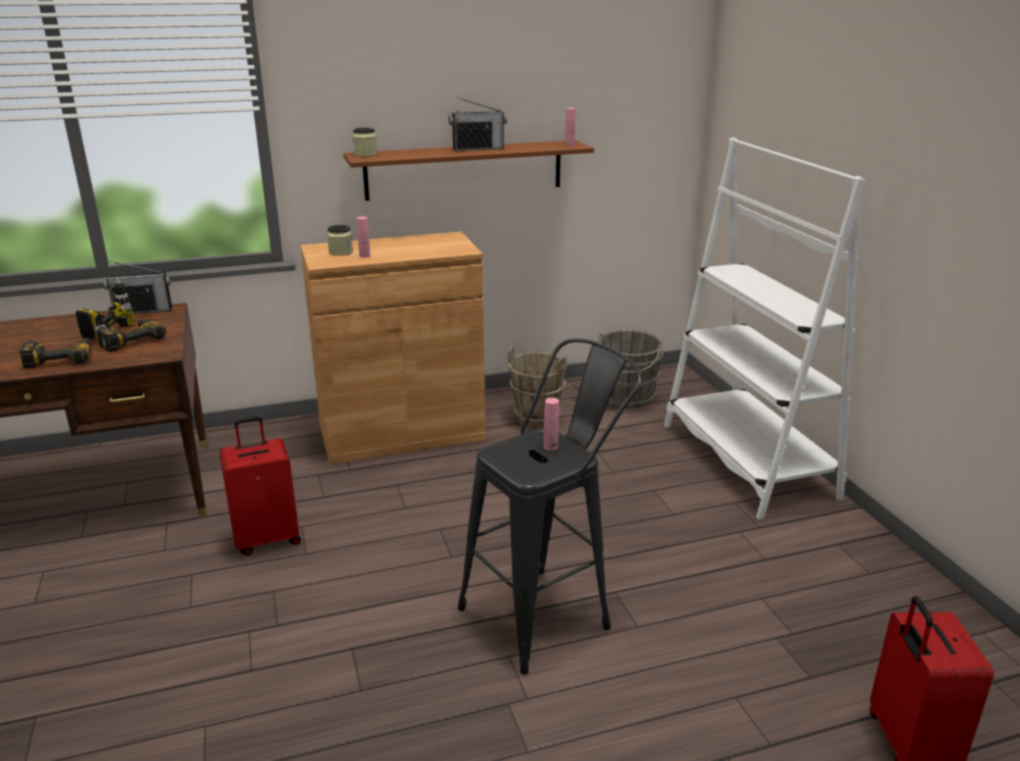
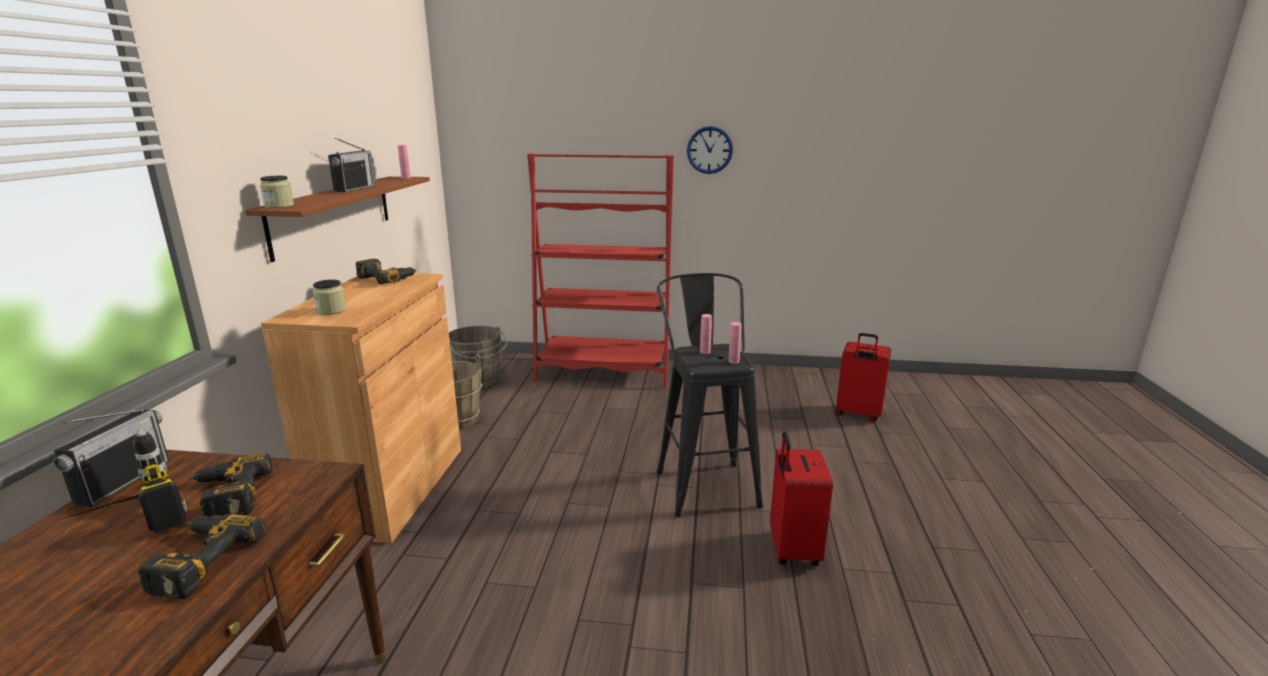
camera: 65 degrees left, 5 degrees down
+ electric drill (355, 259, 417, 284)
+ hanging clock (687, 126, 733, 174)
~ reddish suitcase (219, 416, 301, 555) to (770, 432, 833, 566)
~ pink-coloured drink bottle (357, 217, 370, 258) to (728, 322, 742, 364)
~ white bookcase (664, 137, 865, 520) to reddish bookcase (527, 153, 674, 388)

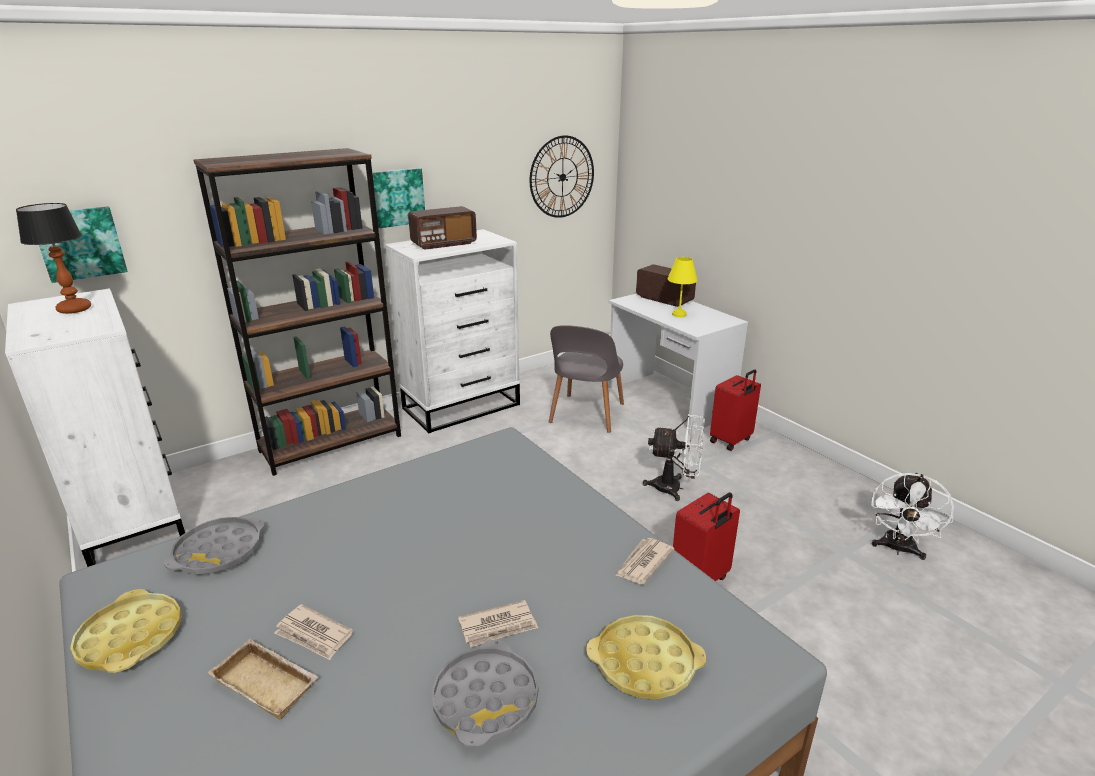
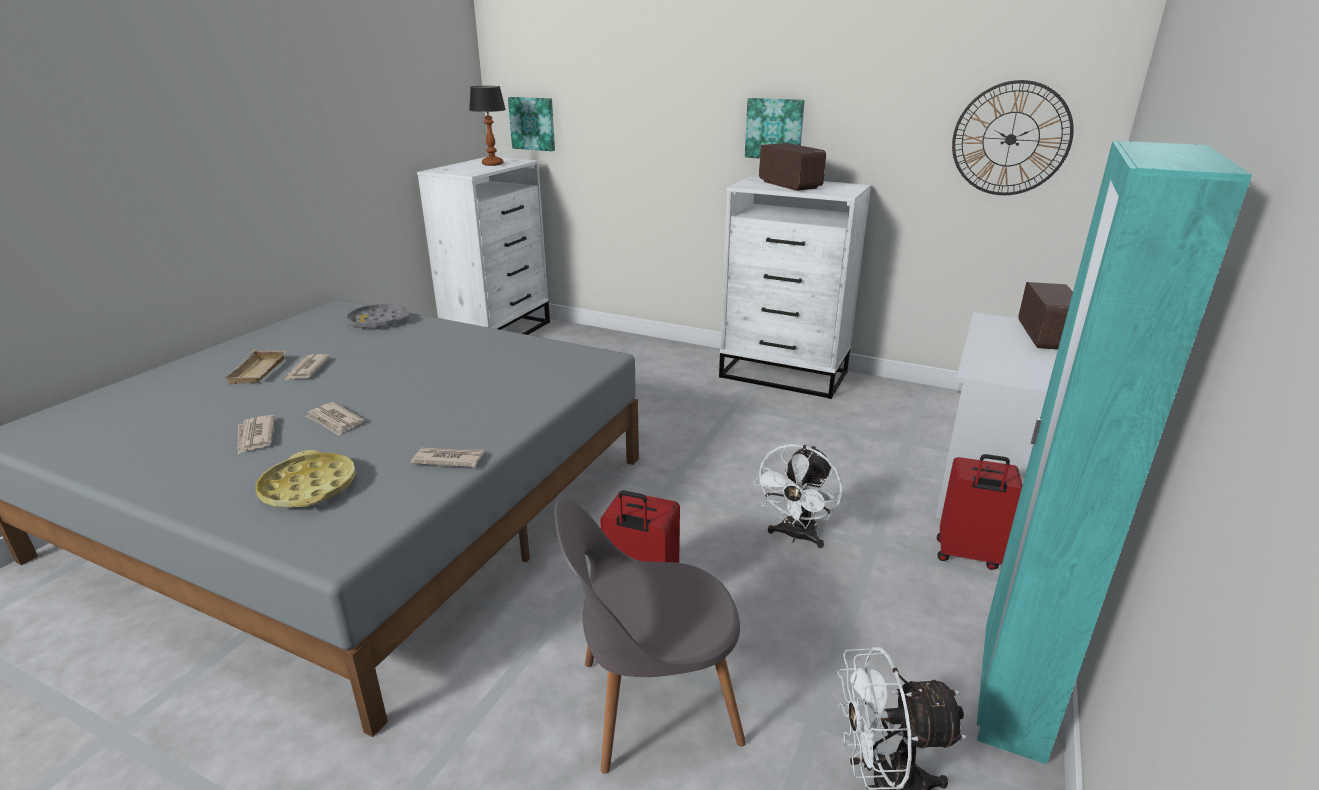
camera: 60 degrees right, 0 degrees up
- yellow-coloured carrying tray (70, 589, 181, 673)
- brownish bookcase (193, 148, 401, 476)
- yellow-coloured lamp for a table (667, 257, 698, 317)
+ turquoise armoire (977, 141, 1252, 765)
~ greyish plain chair (549, 325, 624, 433) to (554, 498, 746, 774)
~ greyish carrying tray (432, 640, 538, 748) to newspaper (238, 415, 275, 454)
~ radio (408, 206, 477, 250) = (759, 143, 826, 191) 150 degrees counterclockwise
~ white electric fan (643, 414, 704, 501) = (753, 444, 842, 548) 45 degrees clockwise

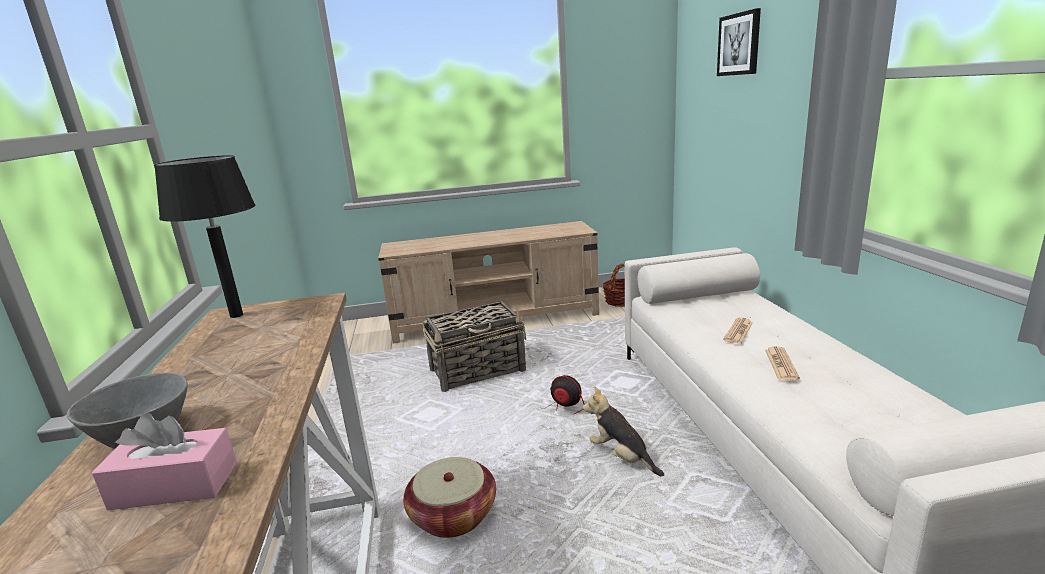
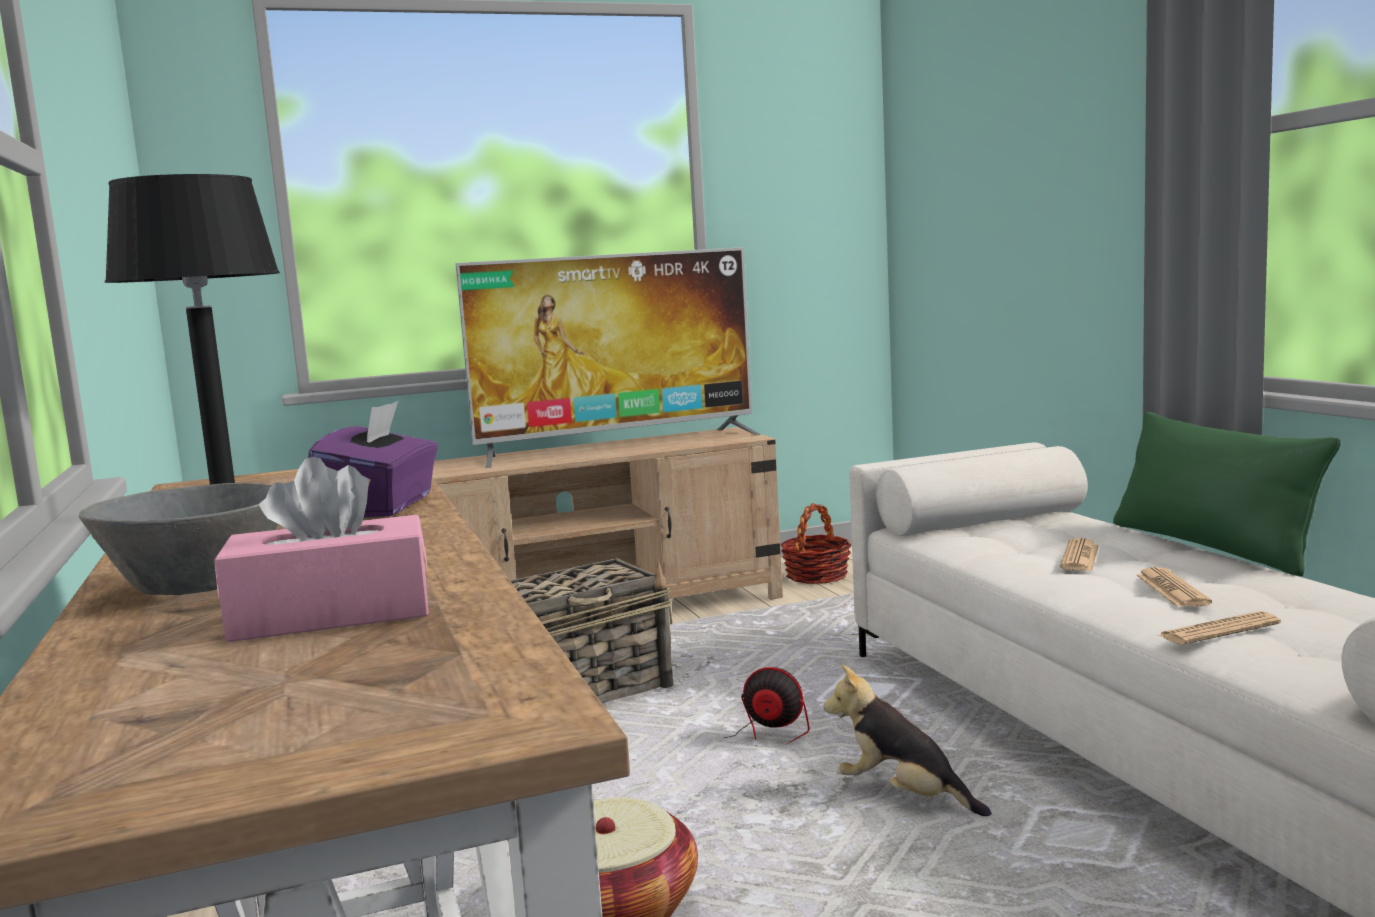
camera: 10 degrees left, 10 degrees down
- wall picture (717, 8, 761, 76)
+ purple tissue box (308, 401, 438, 517)
+ TV (455, 247, 761, 468)
+ green-coloured pillow (1113, 412, 1341, 576)
+ newspaper (1159, 611, 1281, 645)

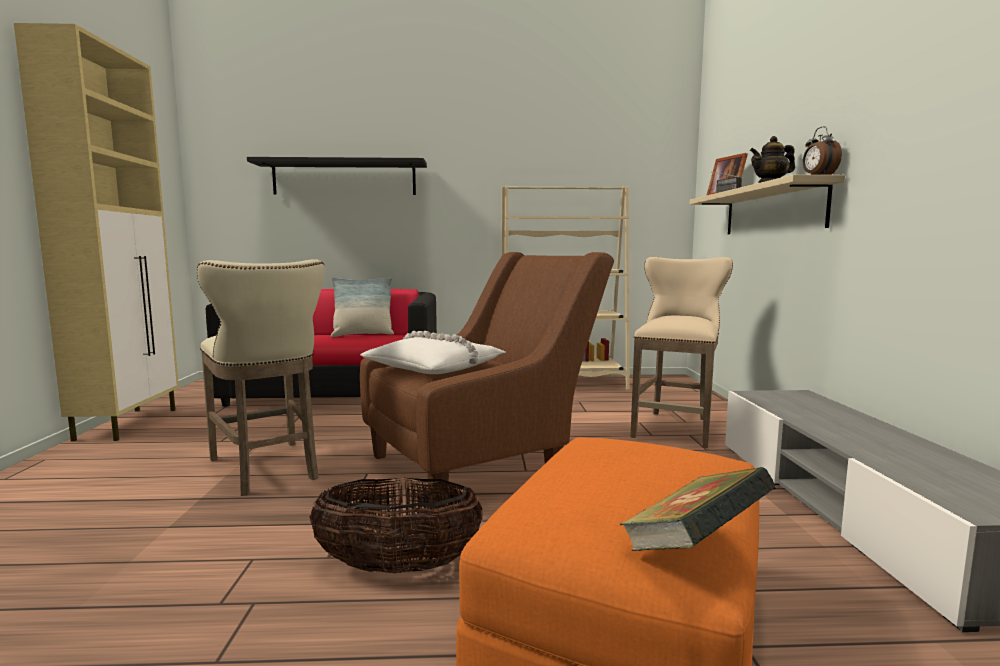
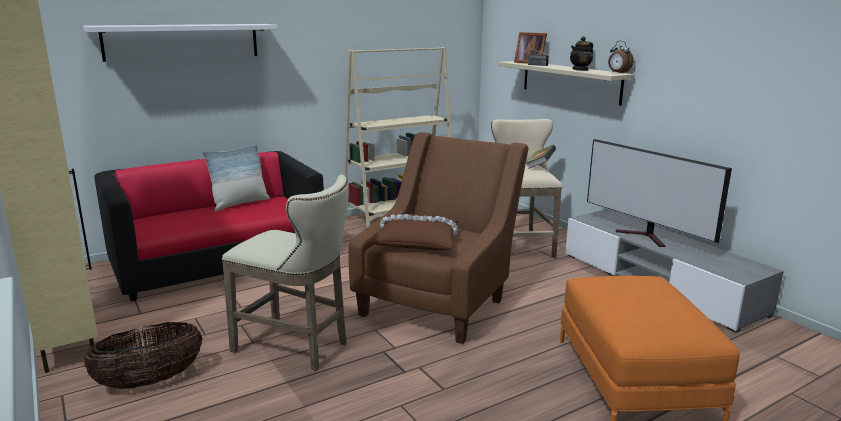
camera: 30 degrees left, 10 degrees up
+ TV (587, 139, 732, 247)
~ storage basket (309, 478, 483, 573) to (84, 322, 203, 389)
~ volume (619, 467, 776, 551) to (526, 145, 556, 169)
~ black-coloured wall shelf (247, 157, 427, 195) to white wall shelf (83, 24, 277, 62)
~ white pillow (360, 331, 506, 374) to brownish pillow (368, 214, 460, 250)

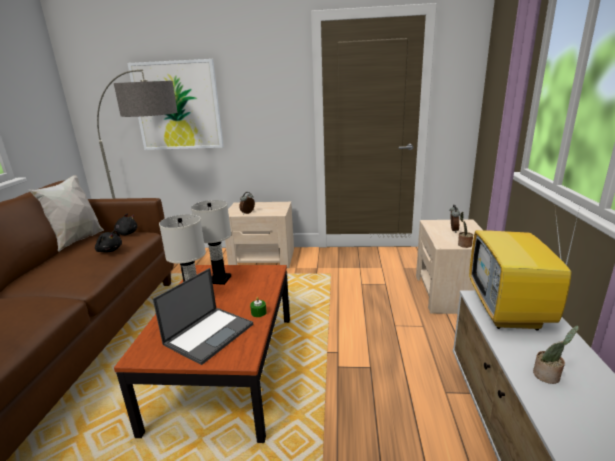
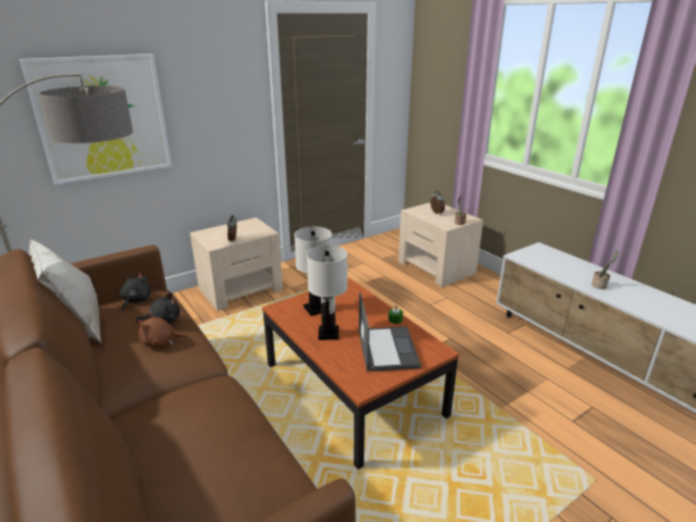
camera: 40 degrees left, 5 degrees up
- TV (469, 207, 580, 331)
+ brownish plush toy (138, 312, 188, 348)

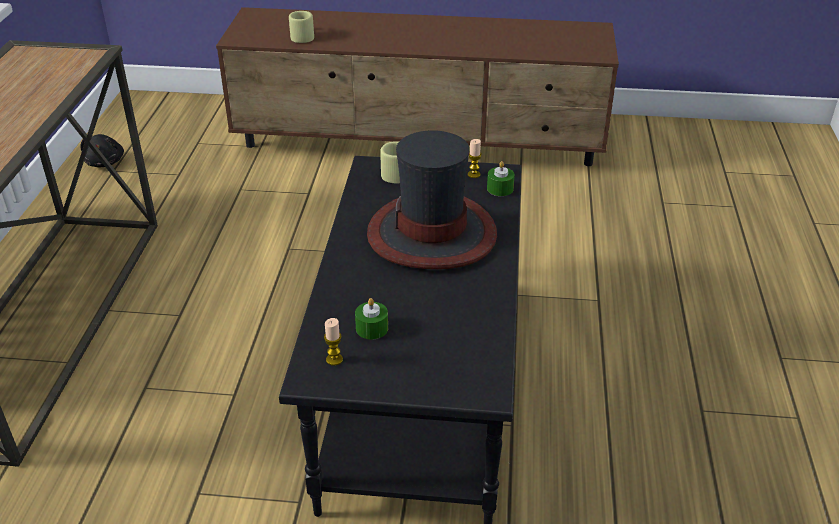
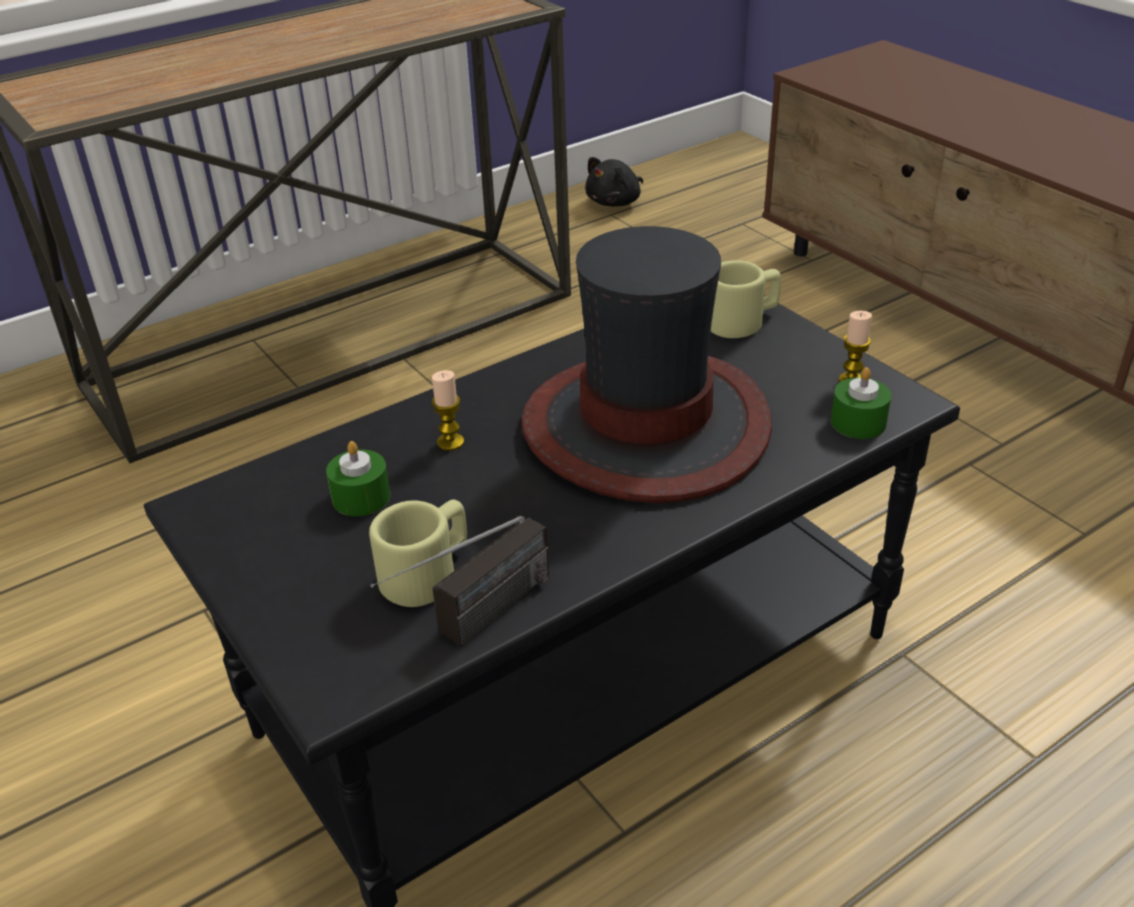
camera: 50 degrees right, 0 degrees up
+ radio (370, 516, 549, 646)
~ sand-coloured tea mug (289, 11, 314, 43) to (369, 500, 467, 607)
~ wax candle (324, 318, 343, 366) to (432, 370, 464, 451)

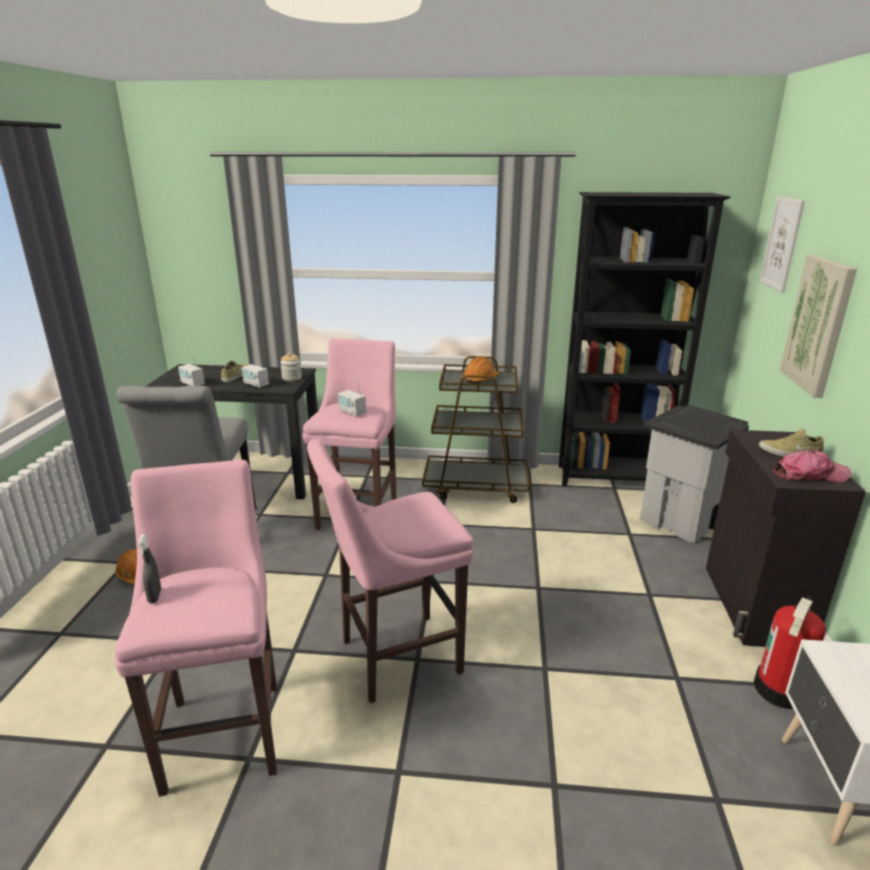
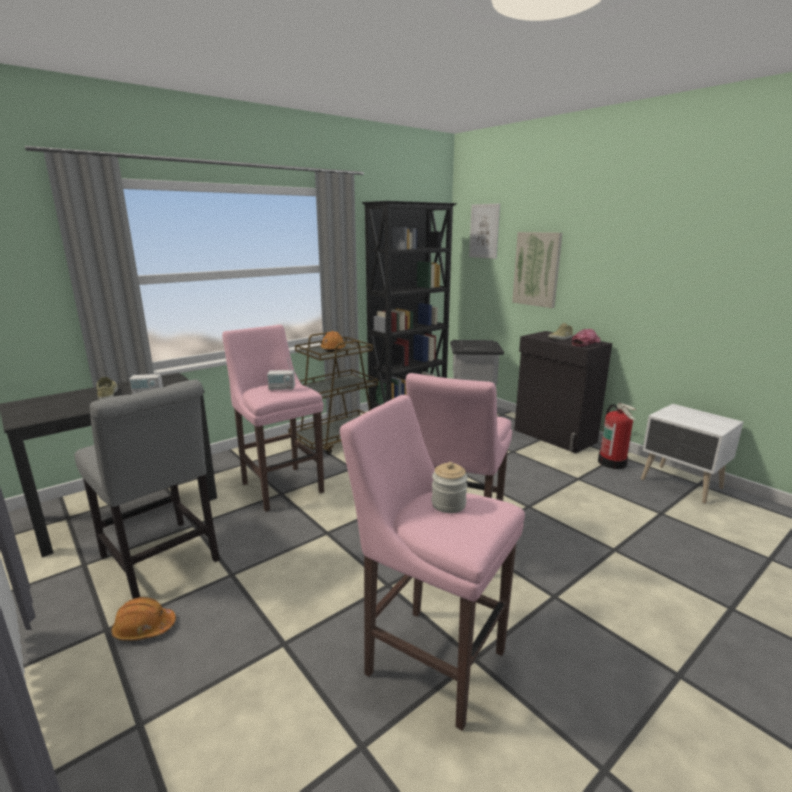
camera: 45 degrees left, 5 degrees down
- greyish sprayer (138, 534, 161, 604)
- radio (178, 355, 205, 386)
~ preserve jar (280, 353, 302, 381) to (432, 462, 468, 513)

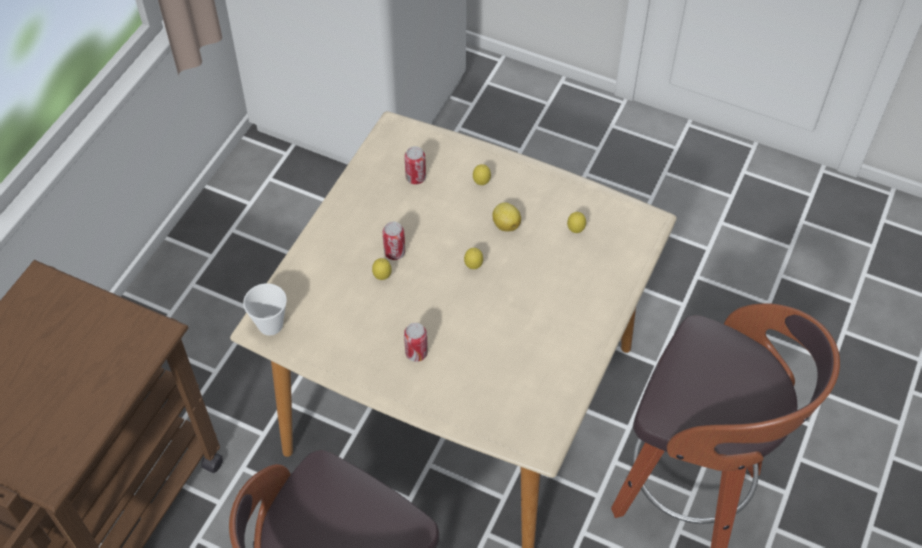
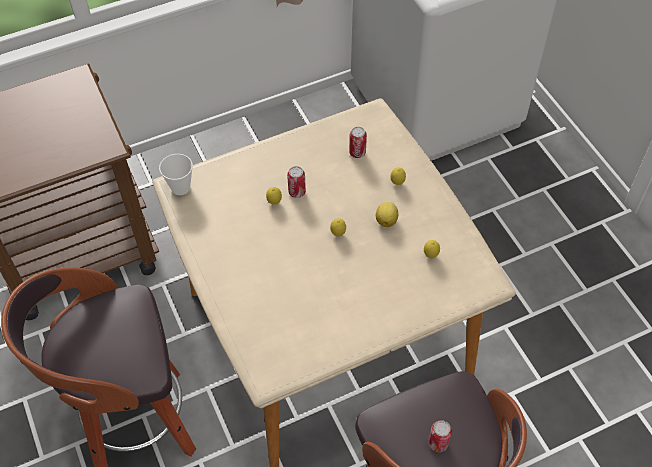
camera: 40 degrees right, 0 degrees up
~ metal can (404, 323, 428, 362) to (428, 420, 452, 452)

